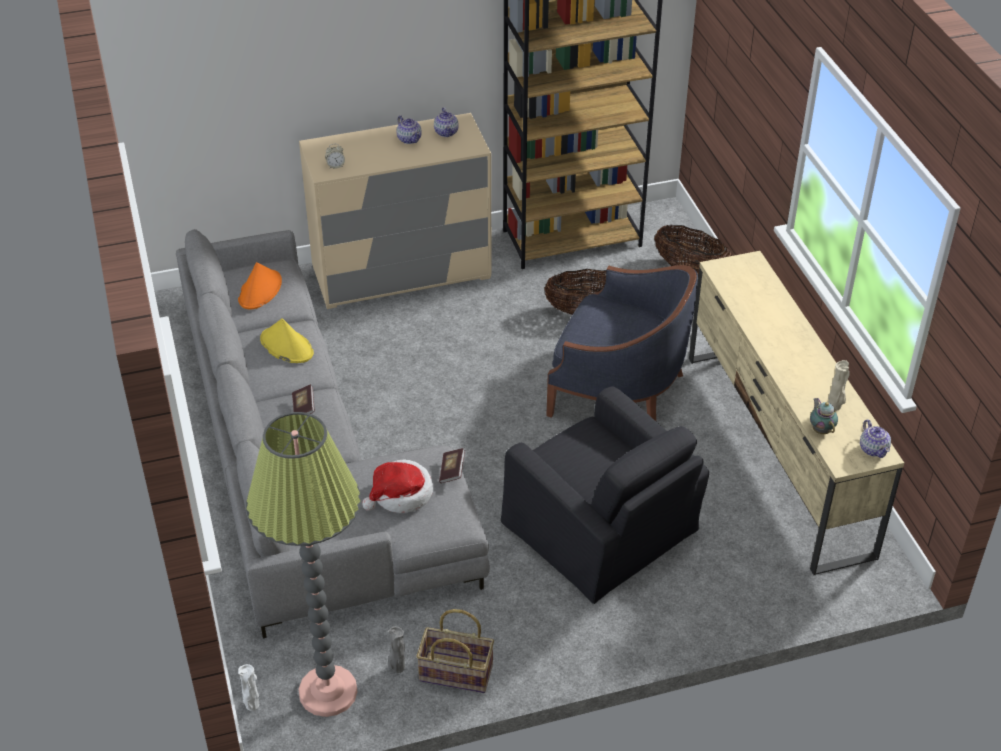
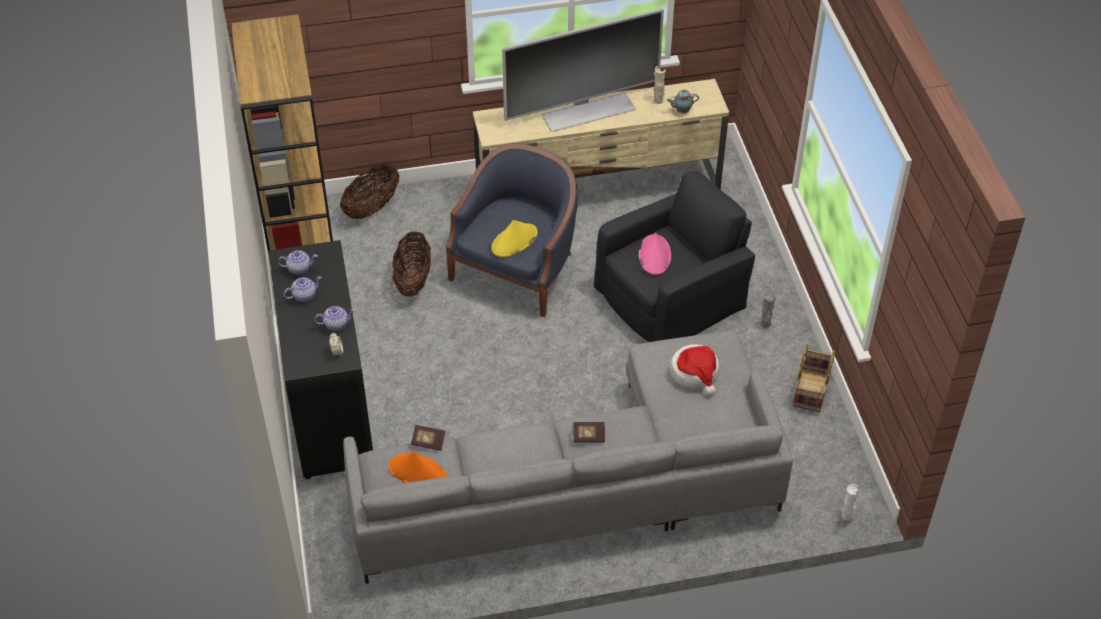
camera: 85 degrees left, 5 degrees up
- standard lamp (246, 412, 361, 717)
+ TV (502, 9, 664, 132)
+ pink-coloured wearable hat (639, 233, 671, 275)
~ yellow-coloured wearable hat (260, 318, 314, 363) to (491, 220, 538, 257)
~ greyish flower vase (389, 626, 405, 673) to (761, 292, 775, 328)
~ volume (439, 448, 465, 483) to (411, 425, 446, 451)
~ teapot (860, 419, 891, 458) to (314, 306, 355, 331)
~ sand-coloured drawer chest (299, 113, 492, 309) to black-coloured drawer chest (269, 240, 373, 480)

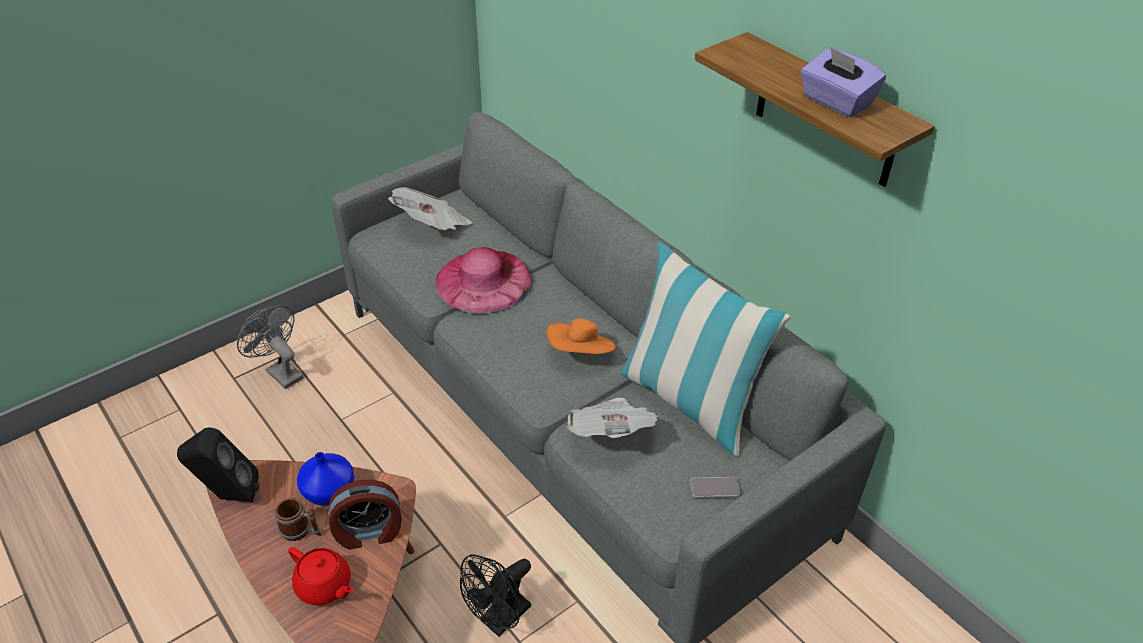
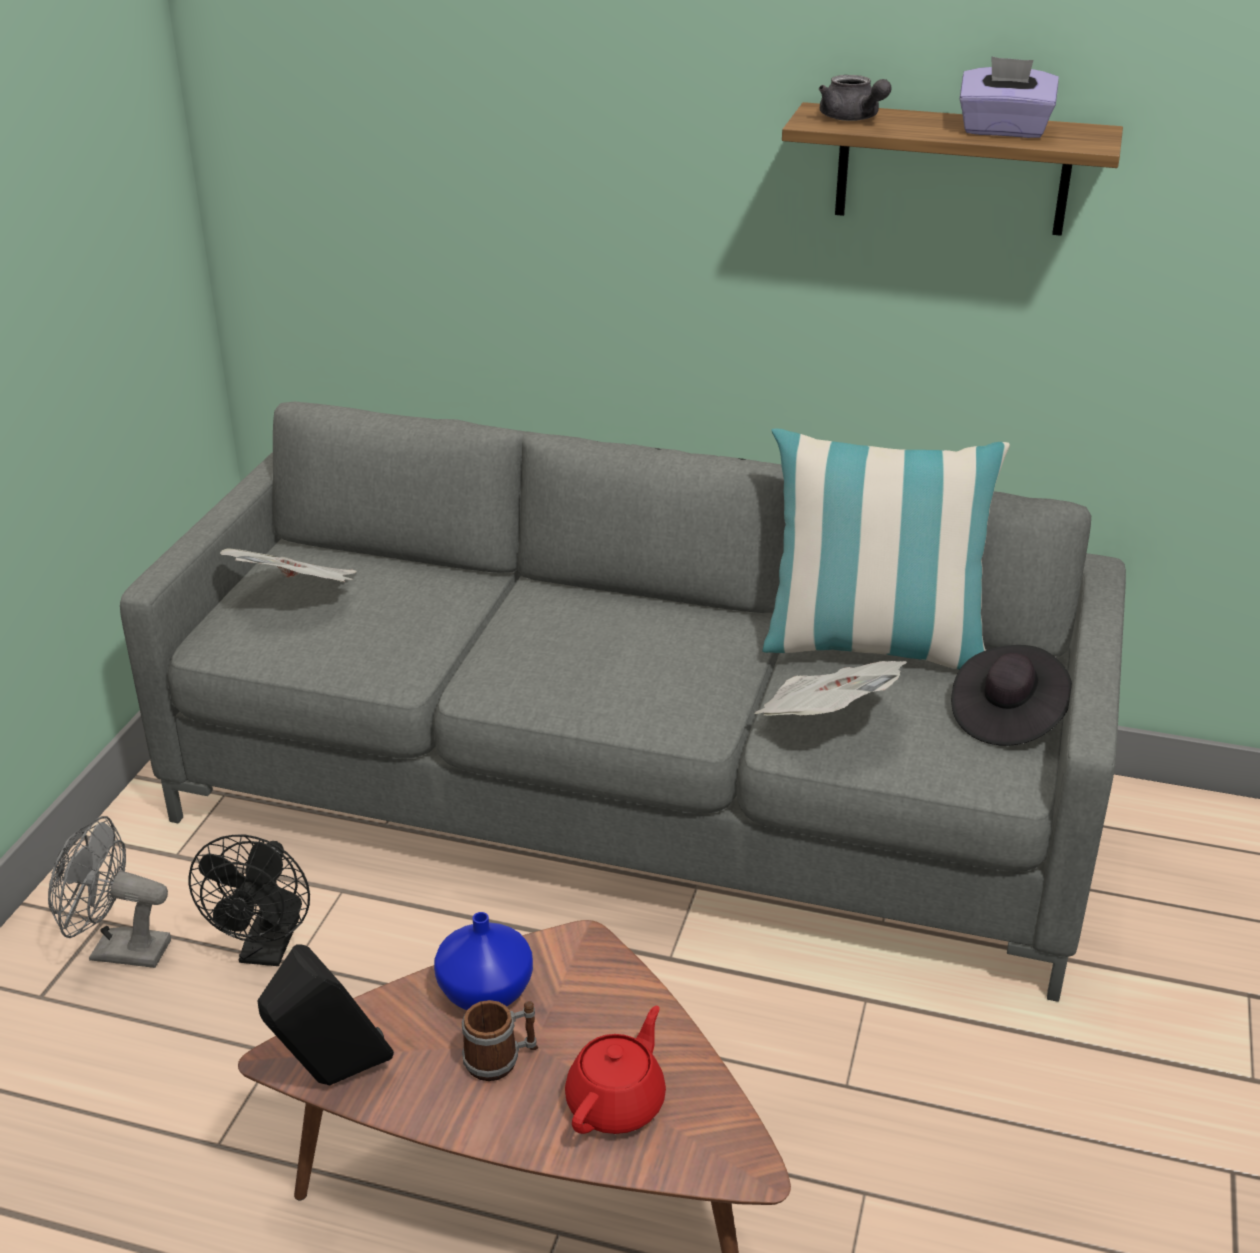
camera: 35 degrees left, 10 degrees down
- bedside clock (328, 479, 402, 550)
- pink-coloured wearable hat (436, 247, 532, 314)
- orange-coloured wearable hat (547, 318, 616, 354)
+ greyish teapot (819, 75, 891, 121)
~ black-coloured electric fan (460, 554, 531, 637) to (188, 834, 310, 966)
~ telephone (690, 477, 740, 498) to black-coloured wearable hat (951, 645, 1072, 746)
~ reddish teapot (288, 547, 354, 605) = (565, 1006, 666, 1134) 60 degrees counterclockwise

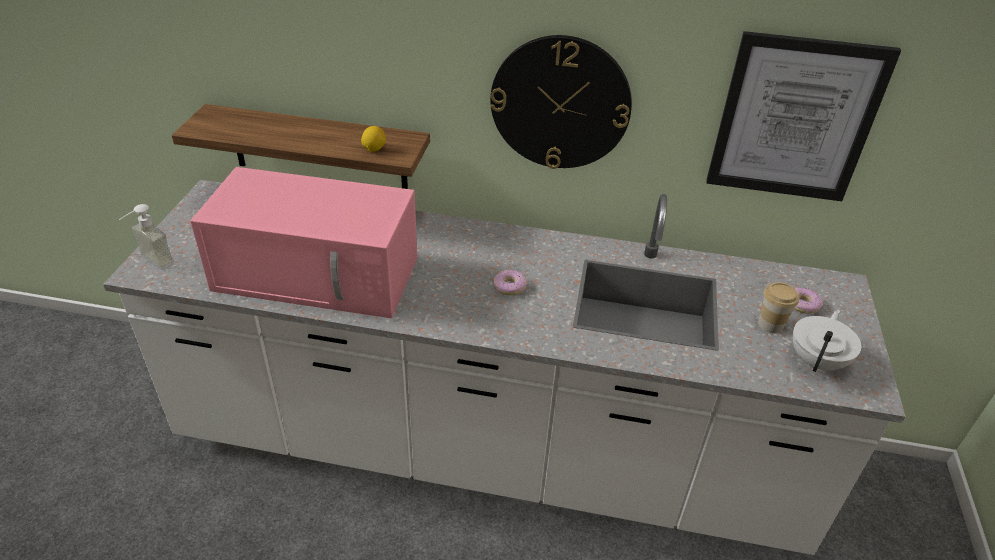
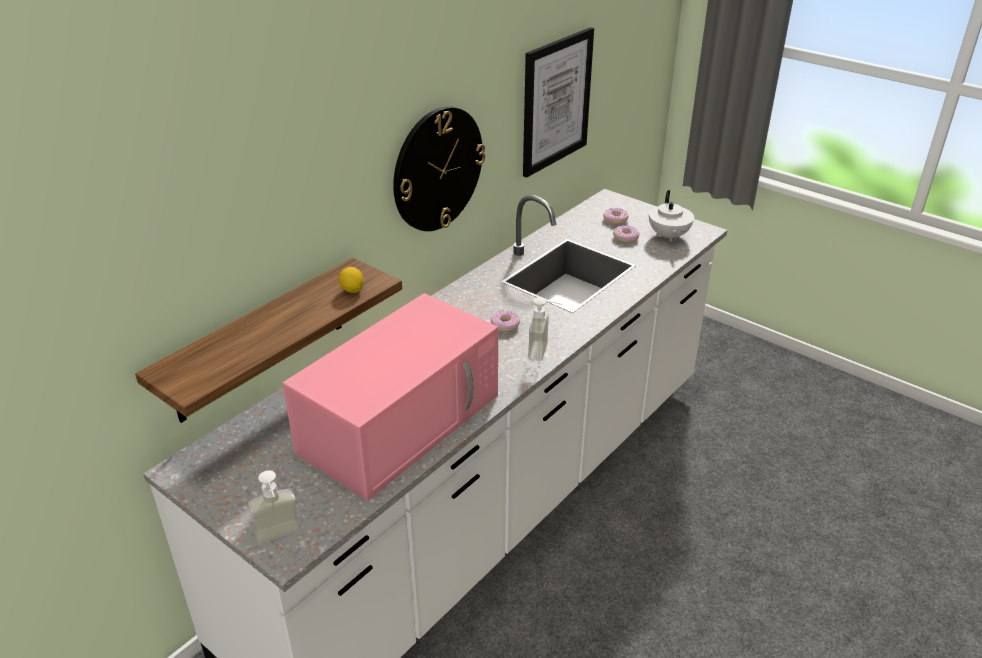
camera: 60 degrees left, 5 degrees down
+ soap bottle (528, 297, 562, 361)
~ cup (758, 282, 799, 333) to donut (613, 225, 639, 243)
~ white teapot (792, 309, 861, 372) = (649, 190, 694, 242) 150 degrees counterclockwise

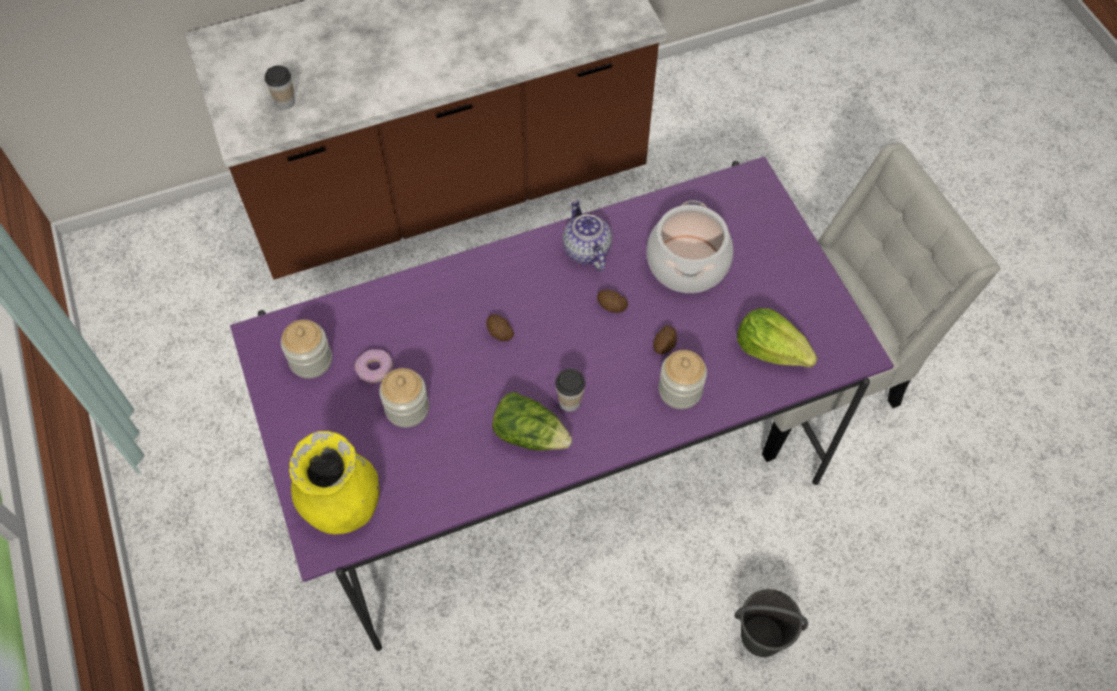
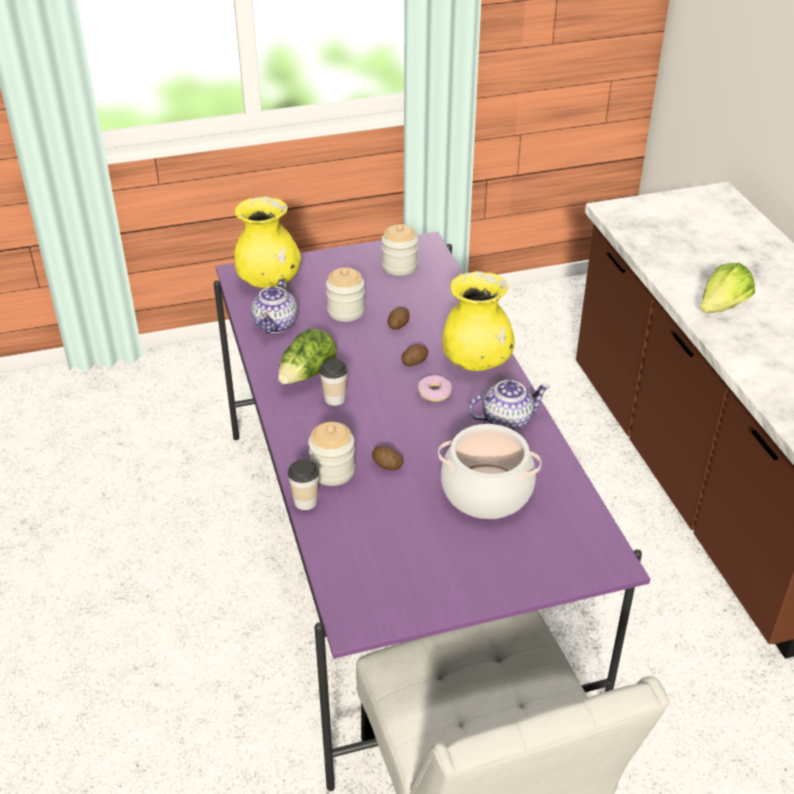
camera: 95 degrees right, 20 degrees down
- greyish water bucket (734, 589, 808, 657)
+ teapot (251, 279, 298, 333)
+ yellow-coloured flower vase (442, 271, 515, 371)
~ cup (265, 65, 295, 109) to (288, 458, 319, 510)
~ donut (355, 349, 393, 383) to (417, 375, 452, 402)
~ potato (597, 290, 628, 313) to (388, 307, 410, 330)
~ lettuce (737, 308, 817, 368) to (700, 263, 755, 313)

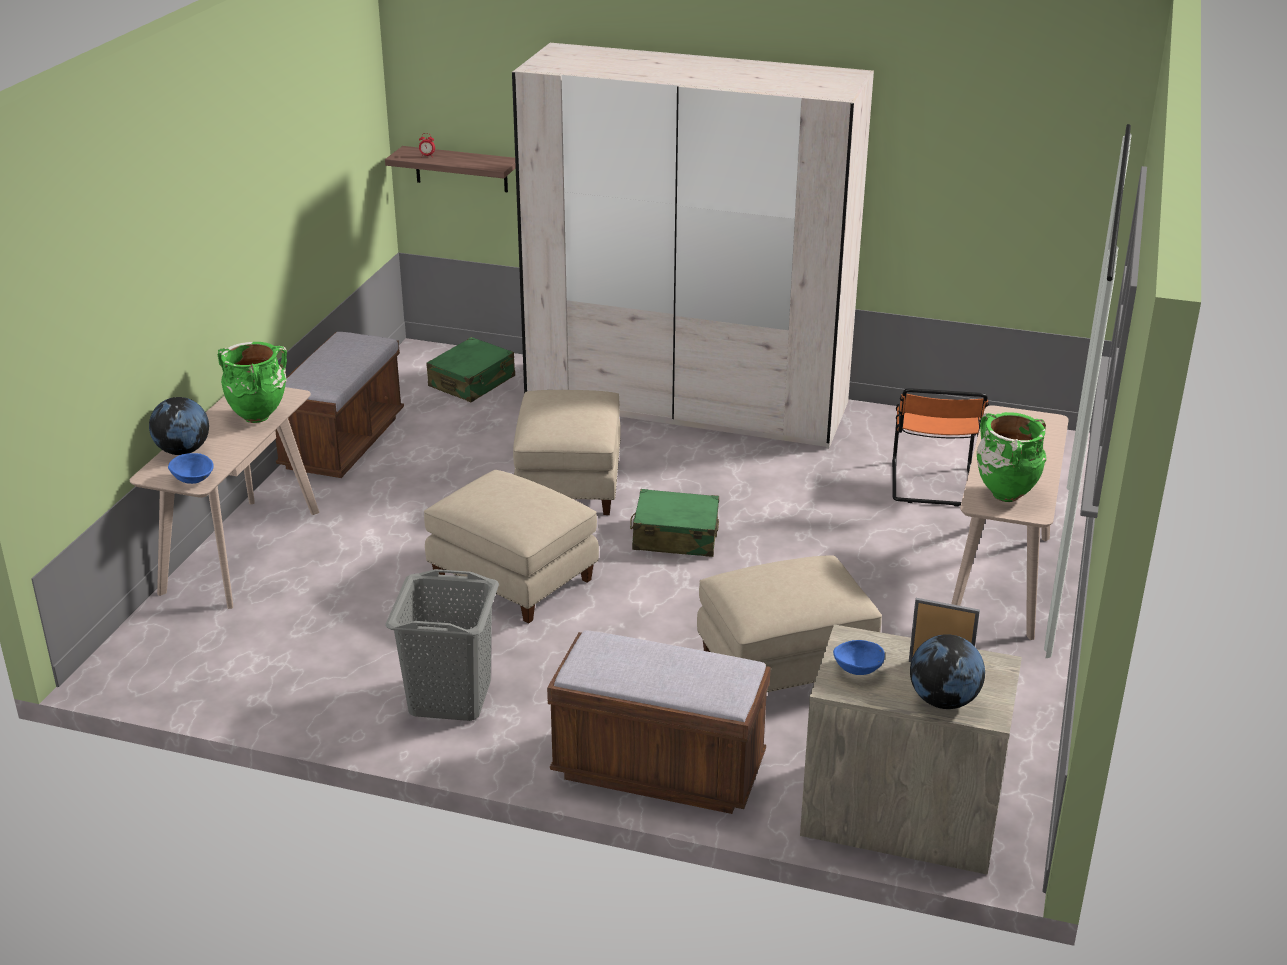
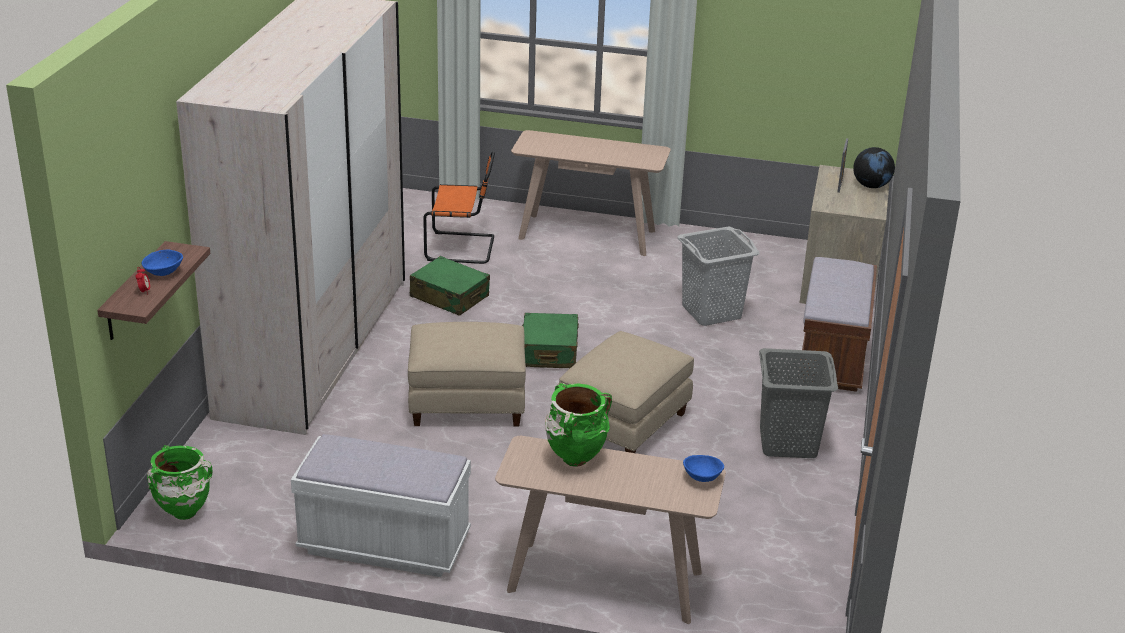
camera: 95 degrees left, 0 degrees up
- globe (149, 397, 209, 455)
~ green-coloured suitcase (427, 337, 515, 402) to (410, 256, 490, 316)
~ bluish serving bowl (833, 640, 885, 675) to (142, 250, 183, 276)
~ green-coloured flower vase (977, 412, 1046, 502) to (147, 445, 213, 520)
~ sand-coloured pouffe (697, 555, 882, 692) to greyish washing basket (678, 226, 759, 326)
~ brownish bench (275, 332, 404, 478) to white bench (291, 434, 471, 577)

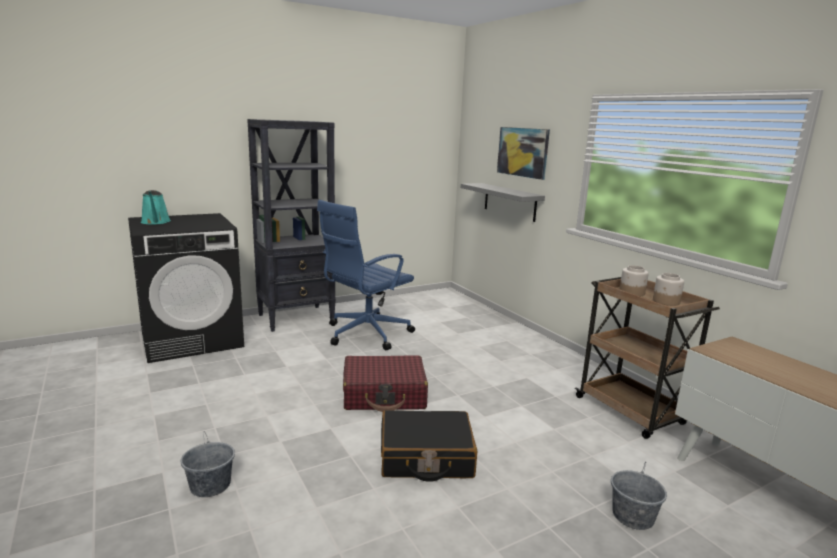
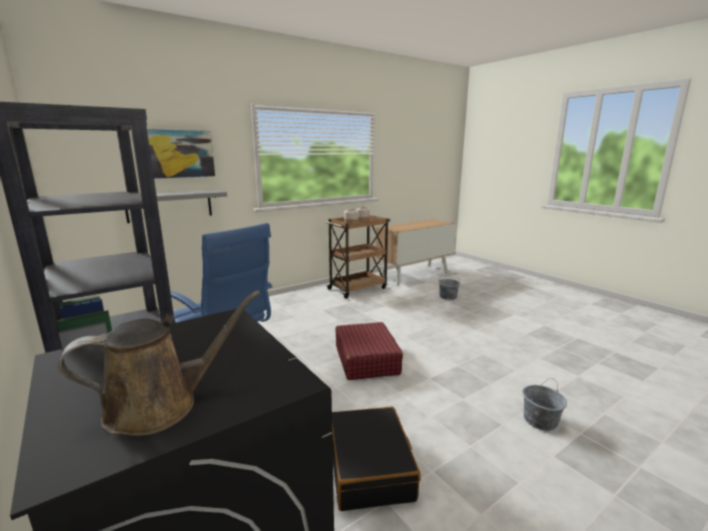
camera: 95 degrees left, 0 degrees up
~ black-coloured suitcase (381, 410, 477, 482) to (332, 406, 421, 511)
~ turquoise watering pot (141, 190, 171, 224) to brownish watering pot (58, 291, 260, 436)

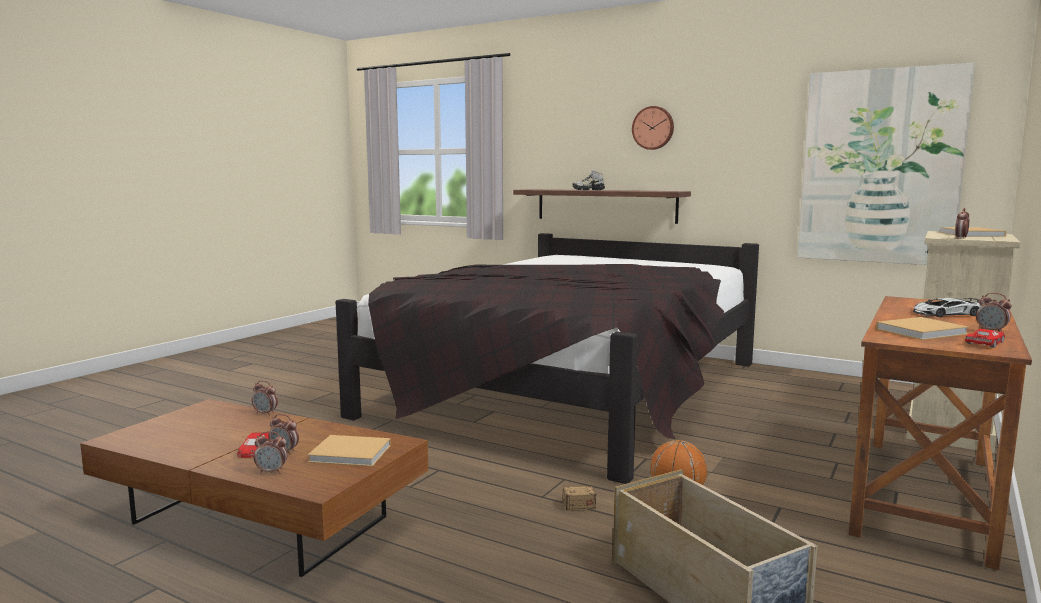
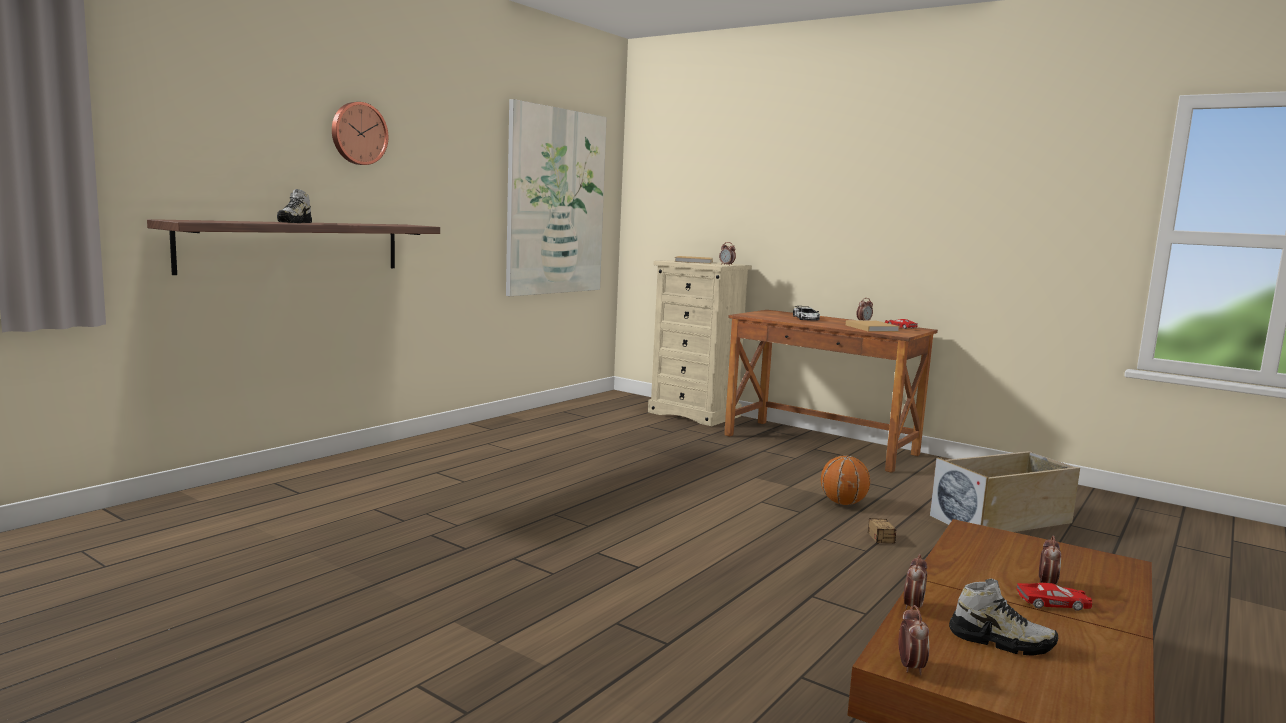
camera: 85 degrees left, 0 degrees up
- sand-coloured volume (308, 435, 391, 467)
- black-coloured bed (335, 233, 759, 484)
+ low shoe (949, 578, 1058, 656)
~ bedside clock (254, 431, 288, 474) to (899, 605, 929, 676)

